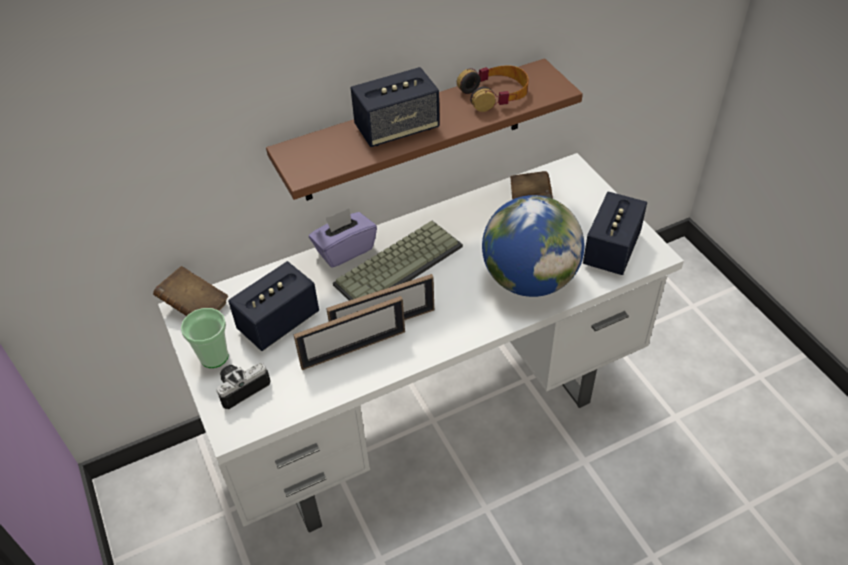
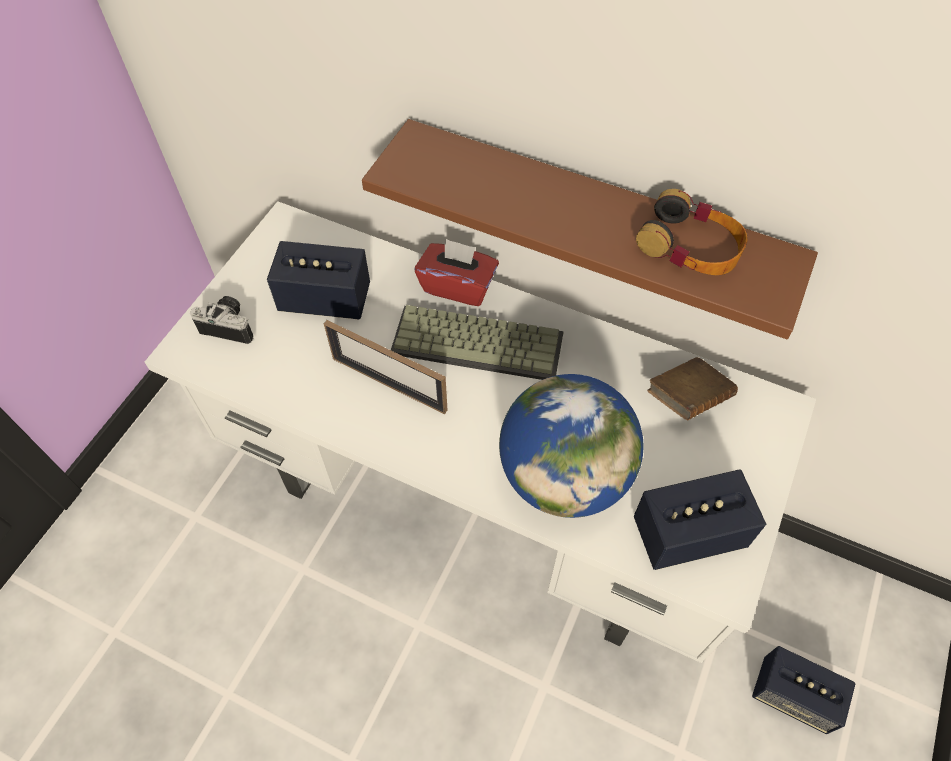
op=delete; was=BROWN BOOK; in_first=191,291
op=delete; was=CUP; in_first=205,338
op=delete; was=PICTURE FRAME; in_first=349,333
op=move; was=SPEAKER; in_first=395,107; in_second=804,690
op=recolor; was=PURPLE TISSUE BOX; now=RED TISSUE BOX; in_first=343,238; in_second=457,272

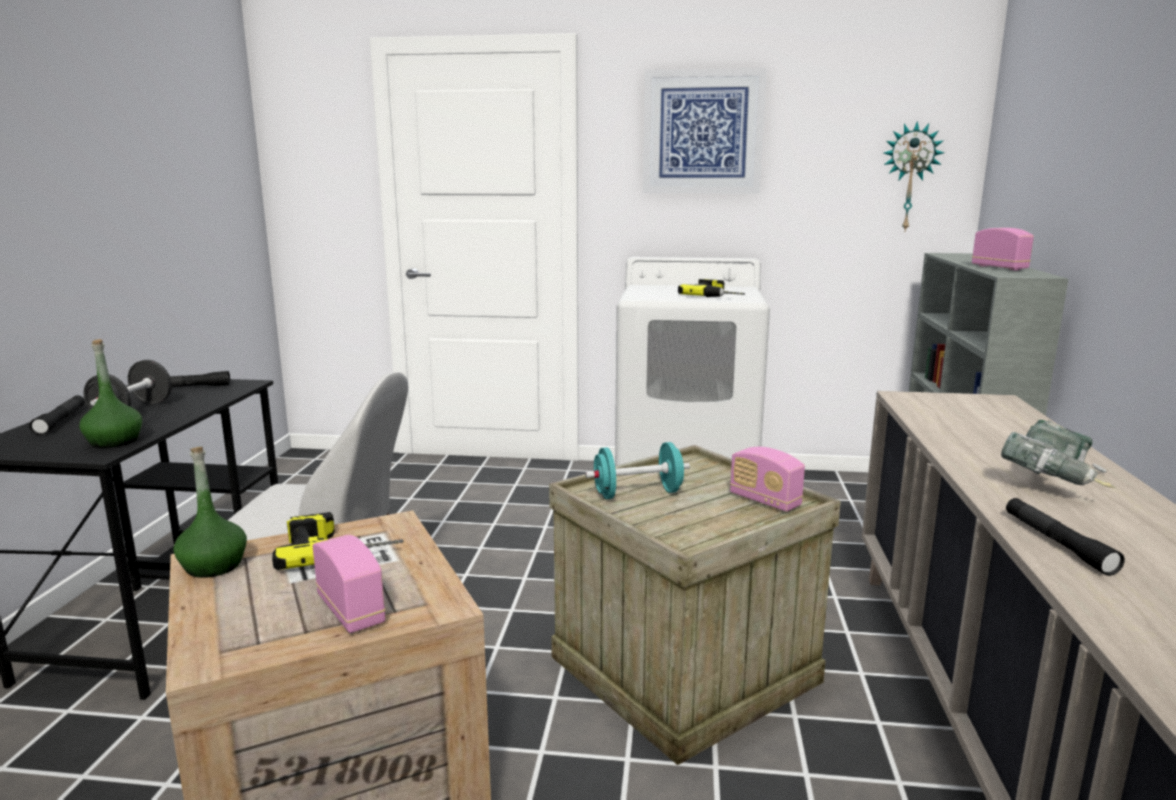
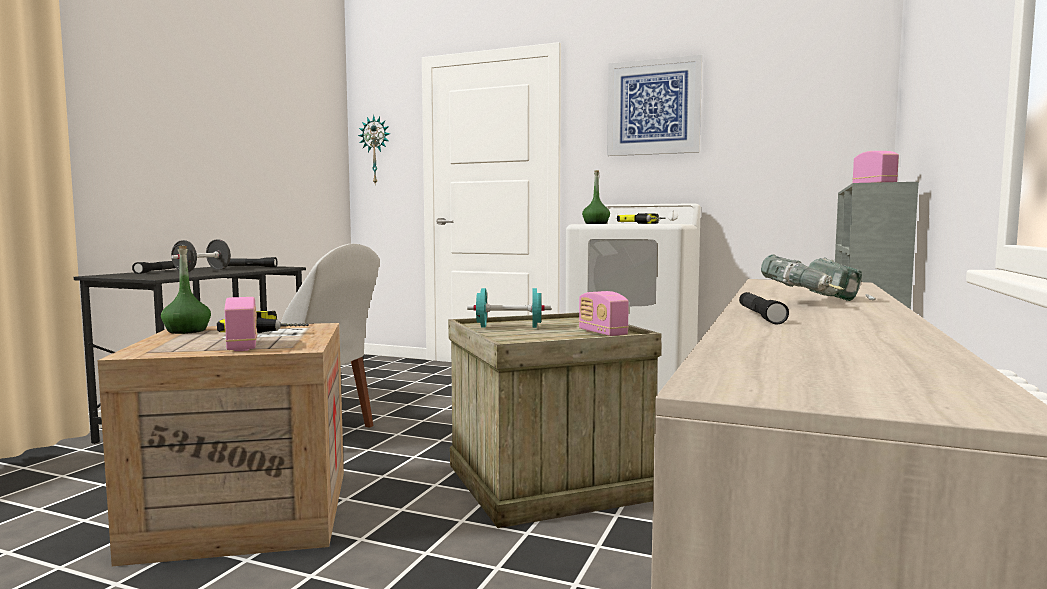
op=move; was=GREEN BOTTLE; in_first=110,393; in_second=596,197
op=move; was=WALL CLOCK; in_first=914,176; in_second=374,149

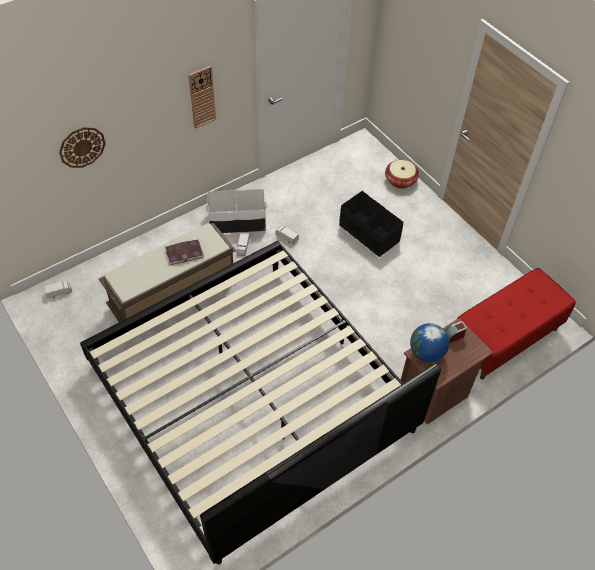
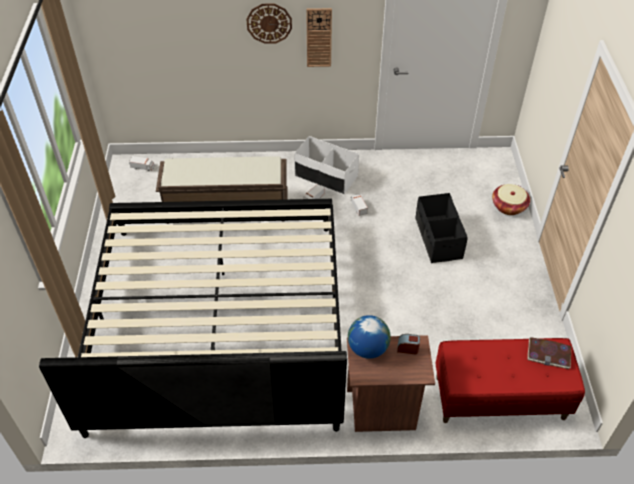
op=move; was=WALL CLOCK; in_first=82,147; in_second=269,23
op=move; was=BOOK; in_first=184,252; in_second=549,353

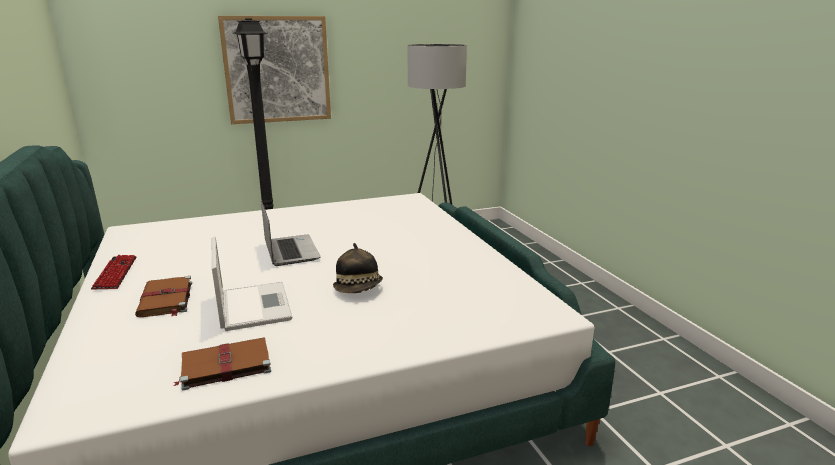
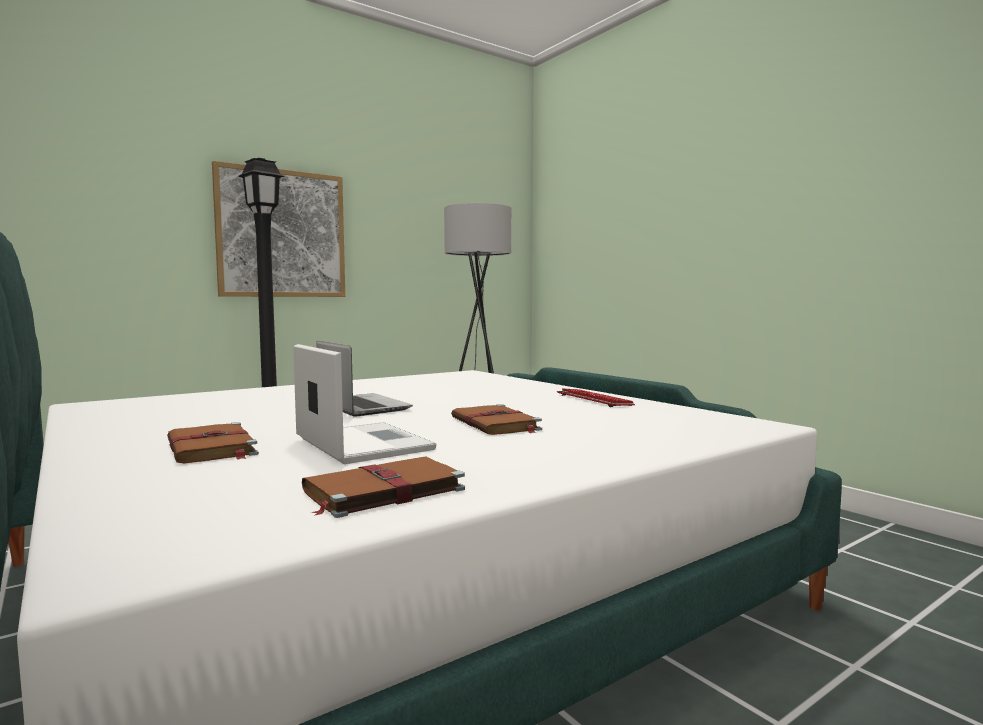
op=move; was=KEYBOARD; in_first=114,272; in_second=596,397
op=replace; was=HAT; now=BROWN BOOK; in_first=358,268; in_second=496,419

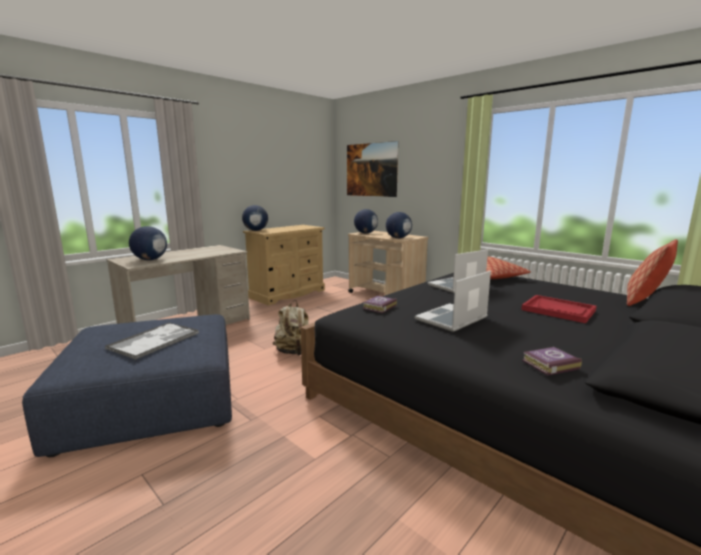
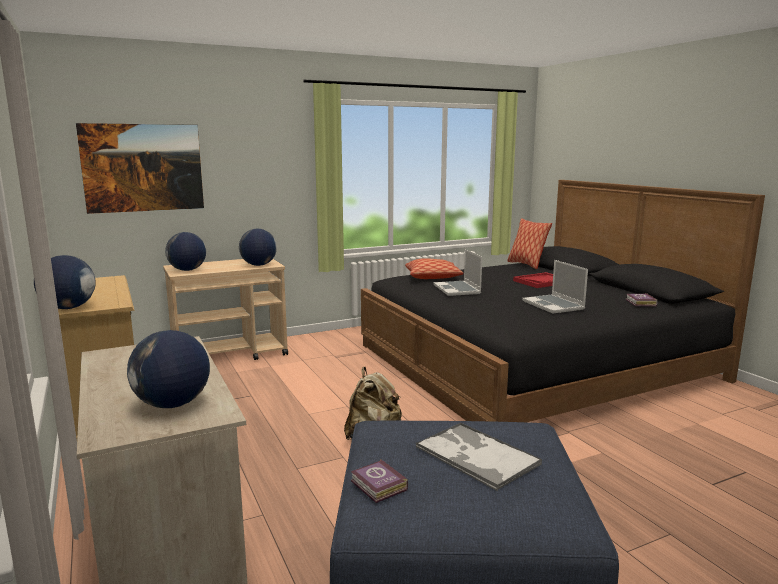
op=move; was=BOOK; in_first=379,304; in_second=379,481

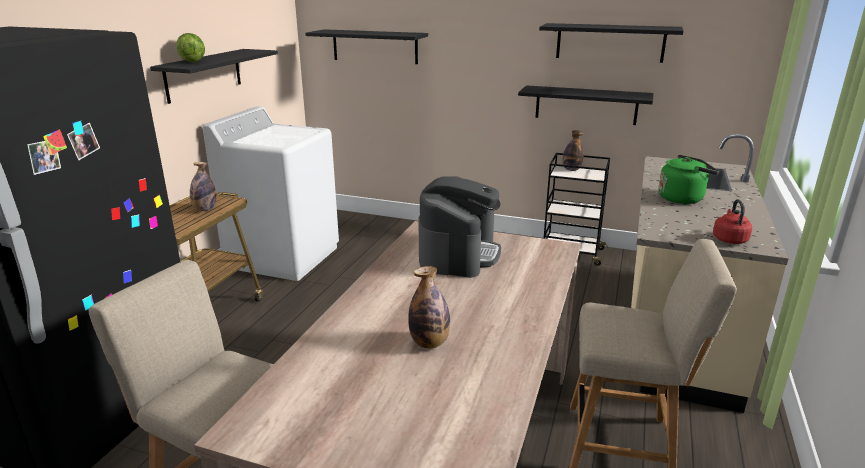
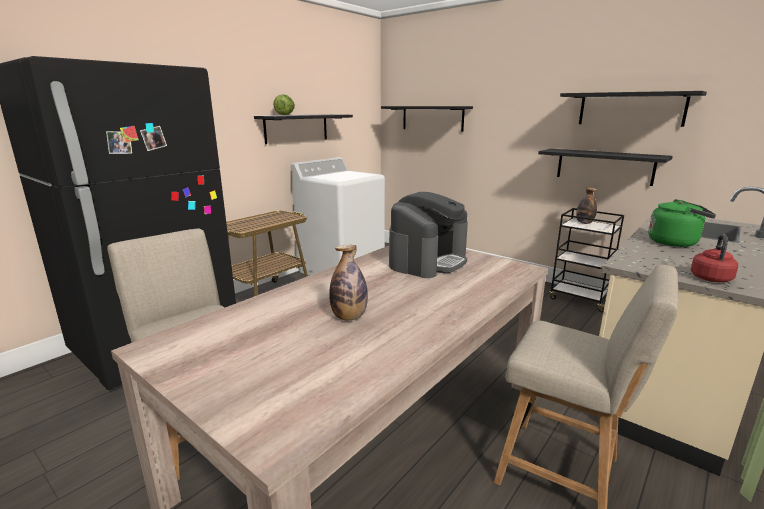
op=delete; was=BOTTLE; in_first=203,186

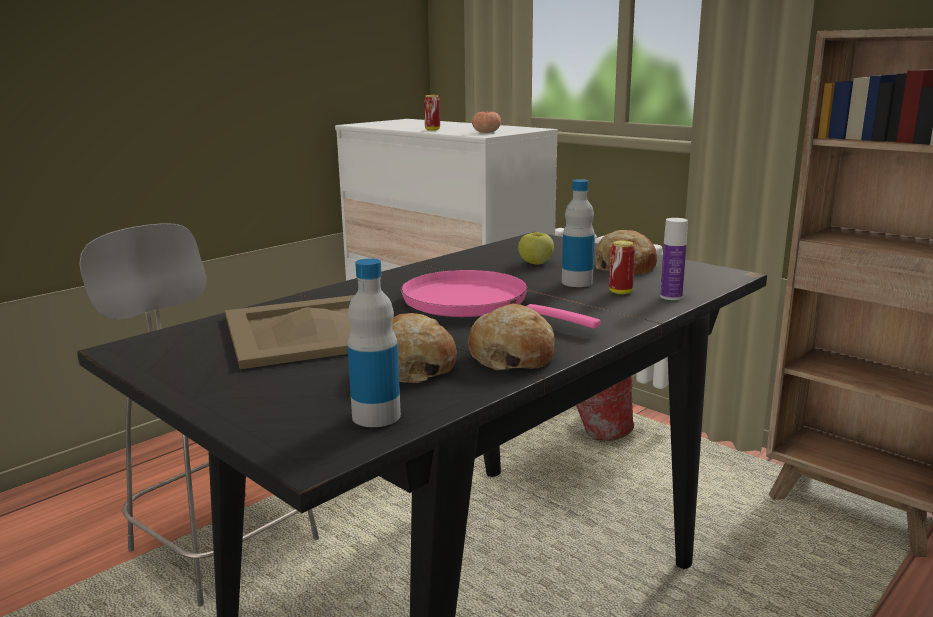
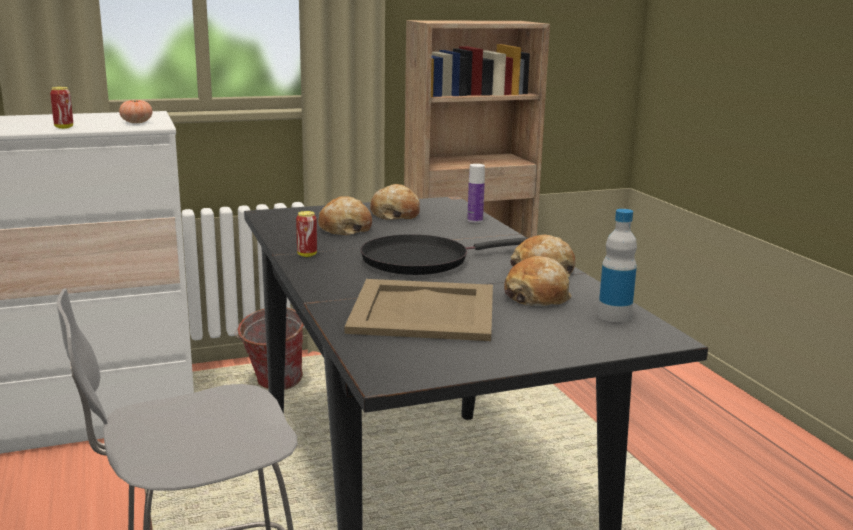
op=delete; was=BOTTLE; in_first=578,233
op=move; was=CAN; in_first=622,267; in_second=306,234
op=replace; was=APPLE; now=BREAD; in_first=536,248; in_second=345,215
op=recolor; was=PINK FRYING PAN; now=BLACK FRYING PAN; in_first=501,299; in_second=444,254

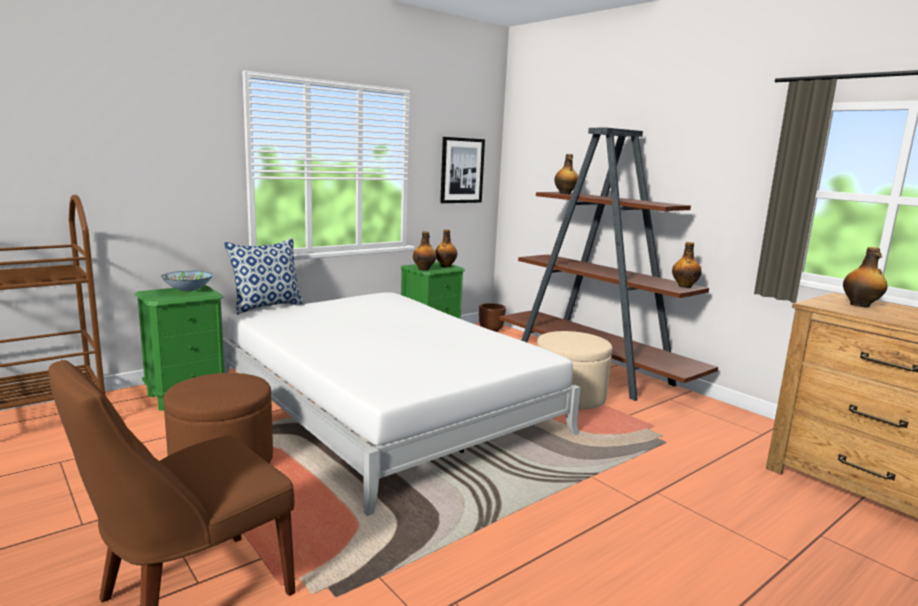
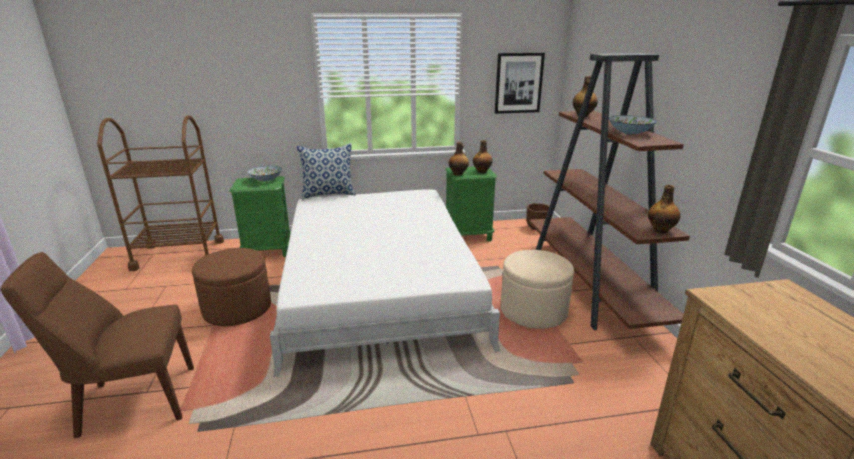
op=delete; was=BOTTLE; in_first=865,277
op=insert; now=BOWL; in_second=633,125

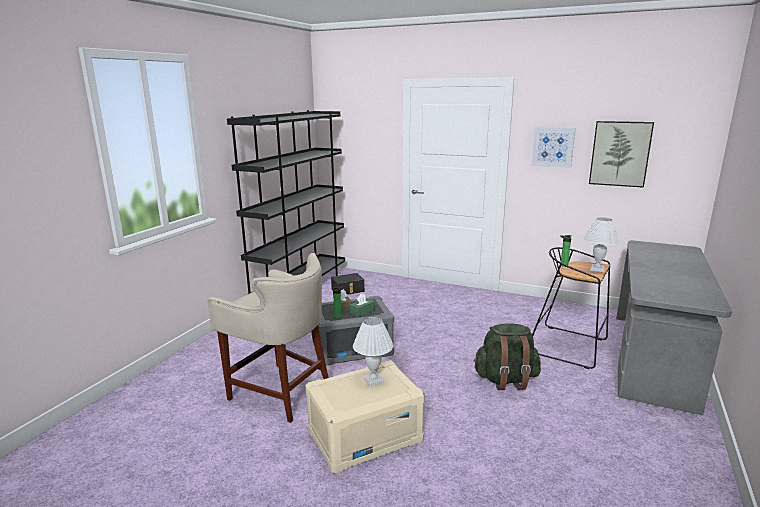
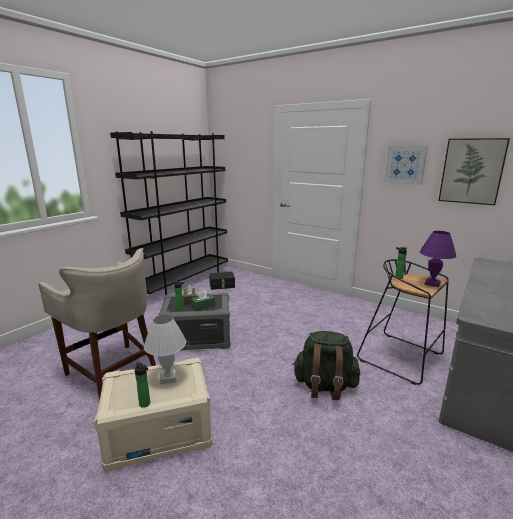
op=insert; now=BOTTLE; in_second=142,385
op=recolor; was=WHITE TABLE LAMP; now=PURPLE TABLE LAMP; in_first=601,244; in_second=438,259

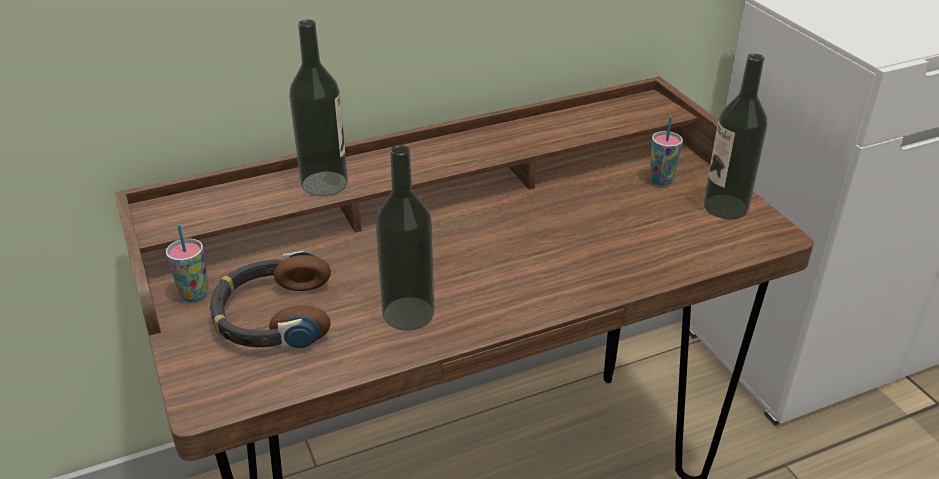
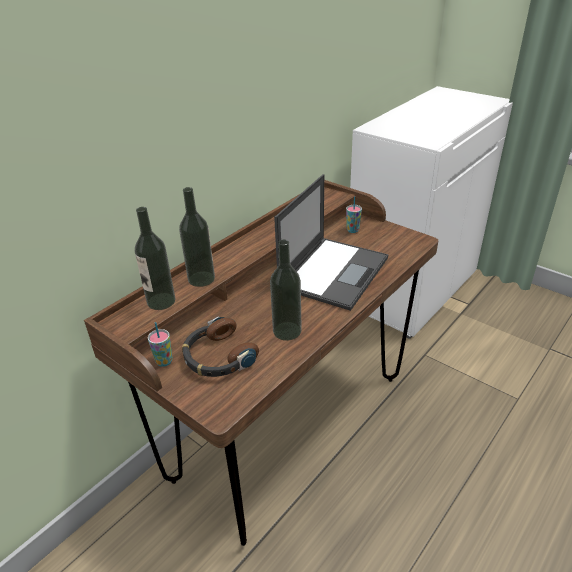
op=insert; now=LAPTOP; in_second=331,242
op=move; was=BOTTLE; in_first=735,137; in_second=155,258

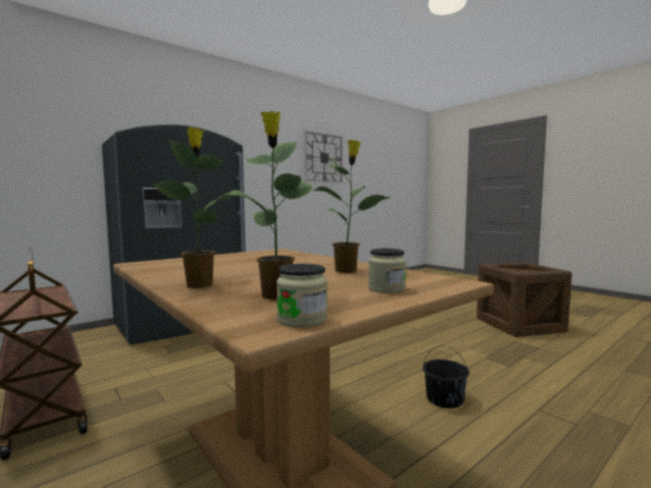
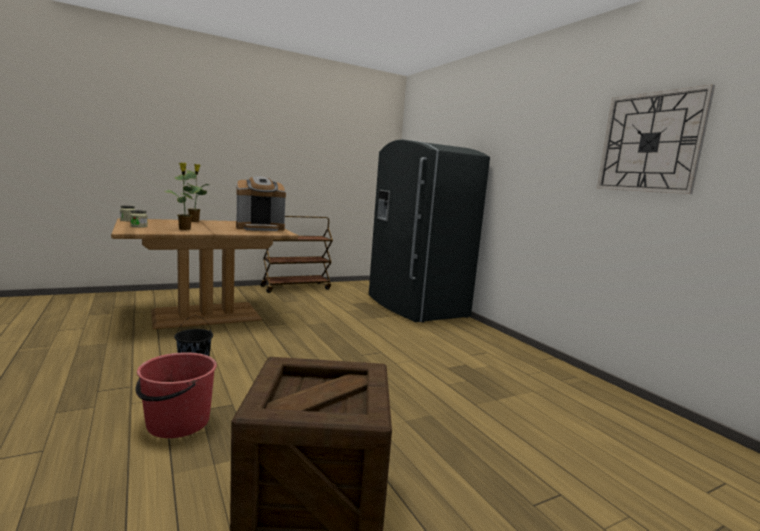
op=delete; was=POTTED PLANT; in_first=269,205
op=insert; now=RED BUCKET; in_second=176,395
op=insert; now=COFFEE MACHINE; in_second=261,203

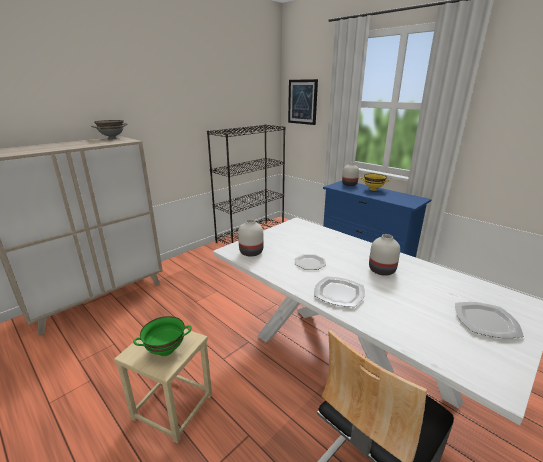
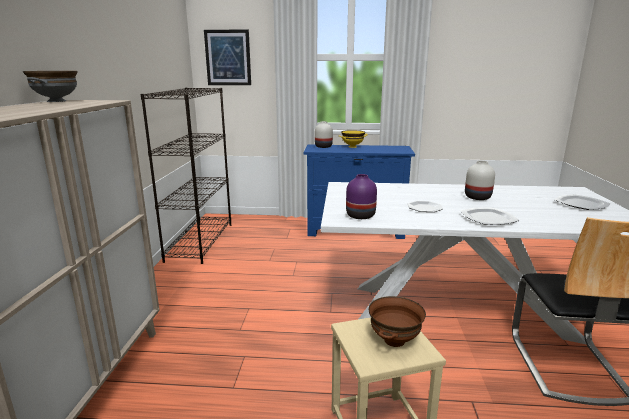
op=recolor; was=GREEN BOWL; now=BROWN BOWL; in_first=162,336; in_second=397,321
op=recolor; was=WHITE VASE; now=PURPLE VASE; in_first=251,238; in_second=361,196

